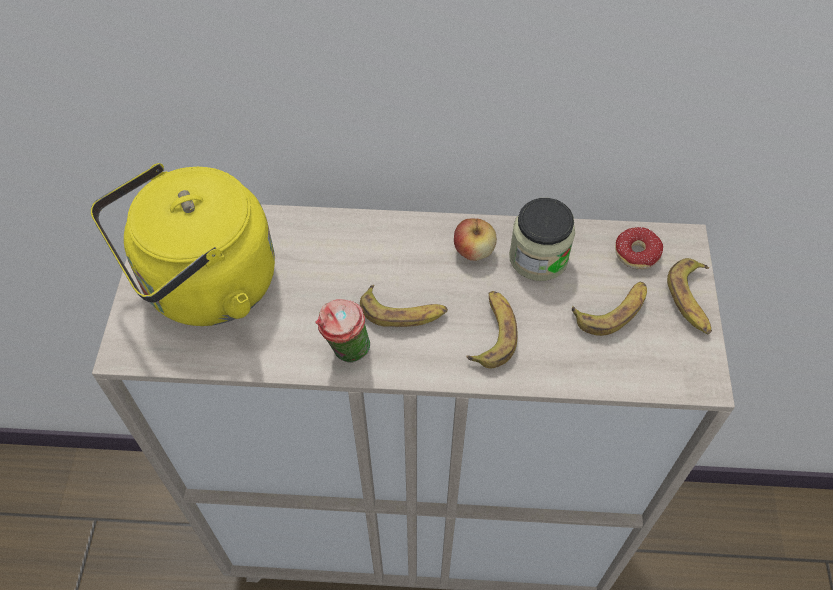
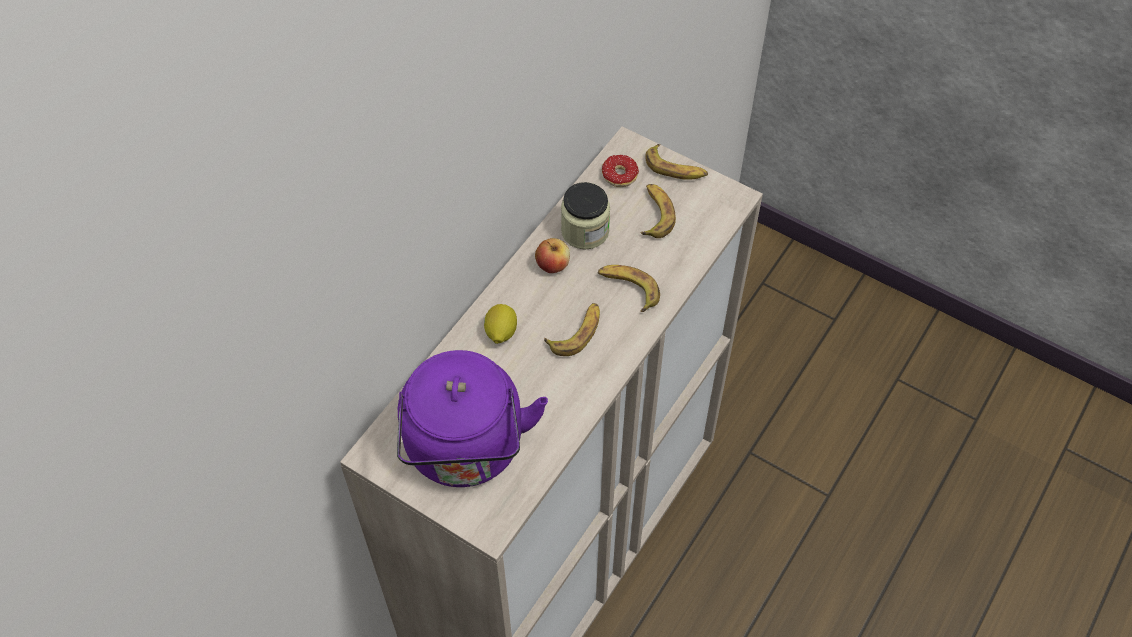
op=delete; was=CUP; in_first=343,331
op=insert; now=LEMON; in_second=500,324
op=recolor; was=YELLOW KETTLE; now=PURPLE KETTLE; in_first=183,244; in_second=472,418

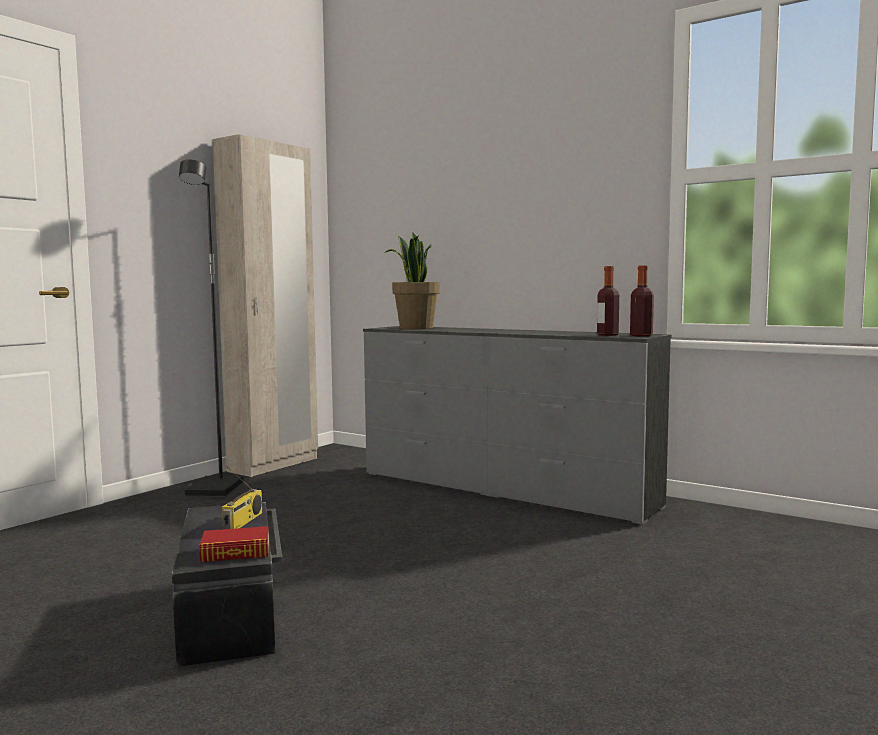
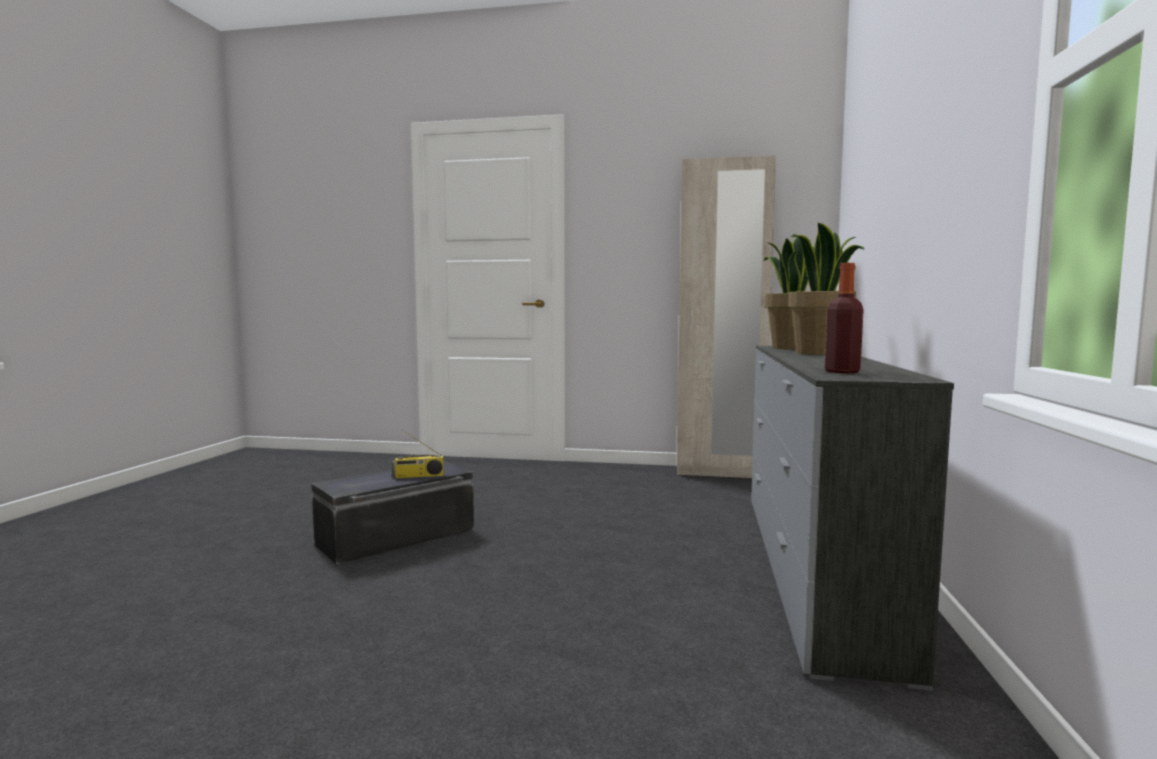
op=delete; was=BLACK FLOOR LAMP; in_first=211,328
op=delete; was=BOOK; in_first=234,544
op=delete; was=BOTTLE; in_first=642,301
op=insert; now=POTTED PLANT; in_second=826,289

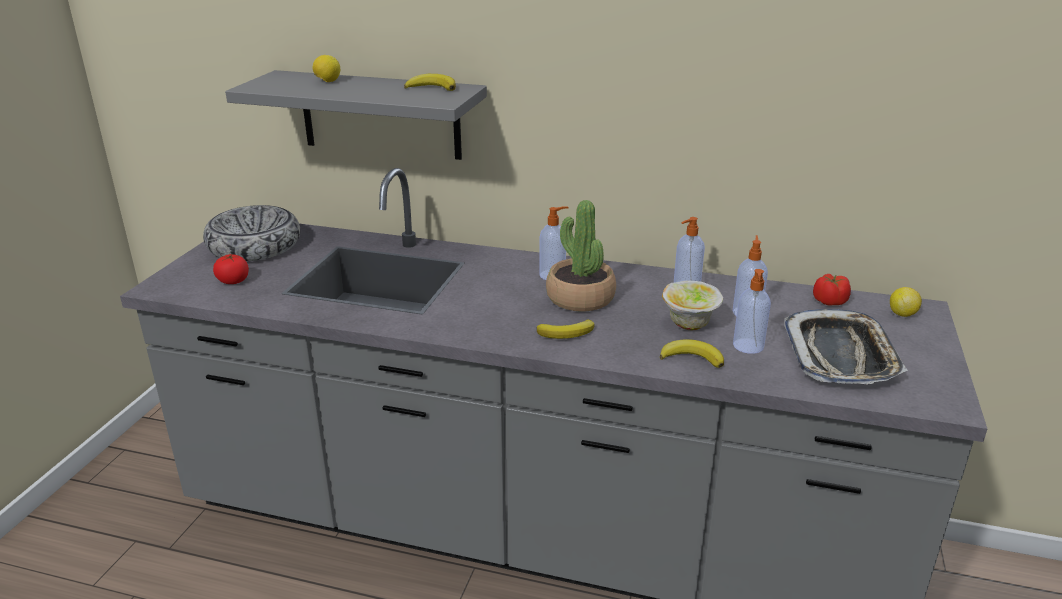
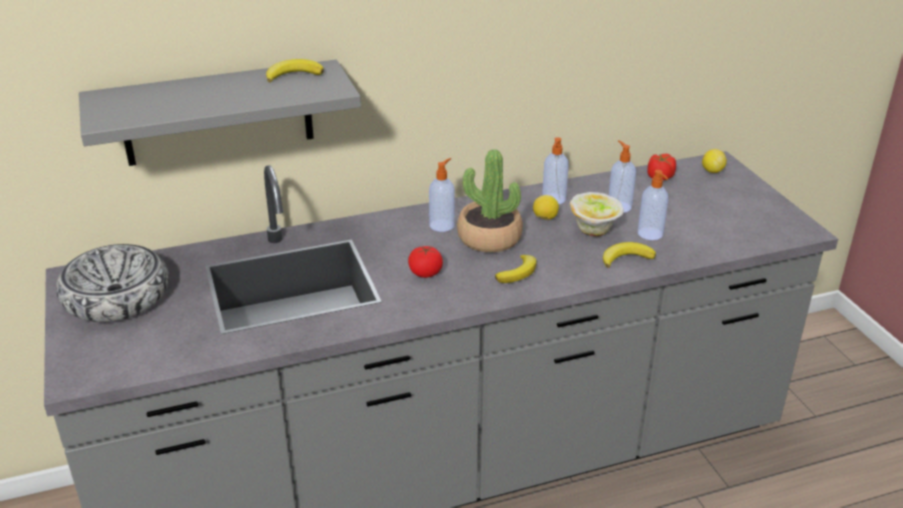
op=delete; was=TRAY; in_first=846,346
op=move; was=TOMATO; in_first=231,269; in_second=425,262
op=move; was=LEMON; in_first=326,68; in_second=546,207

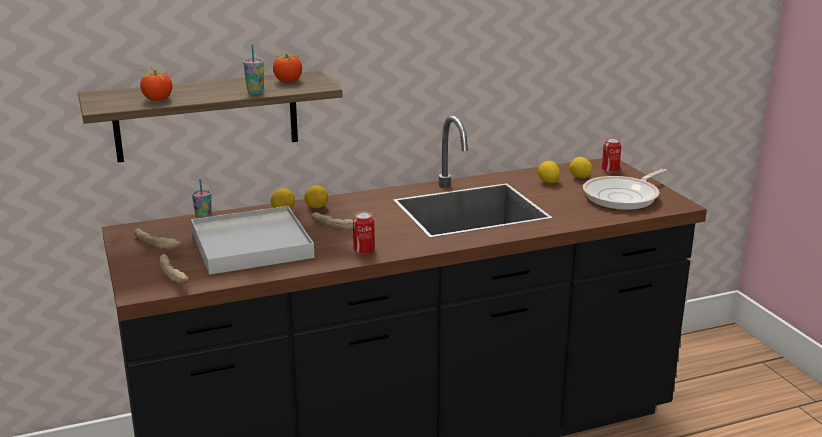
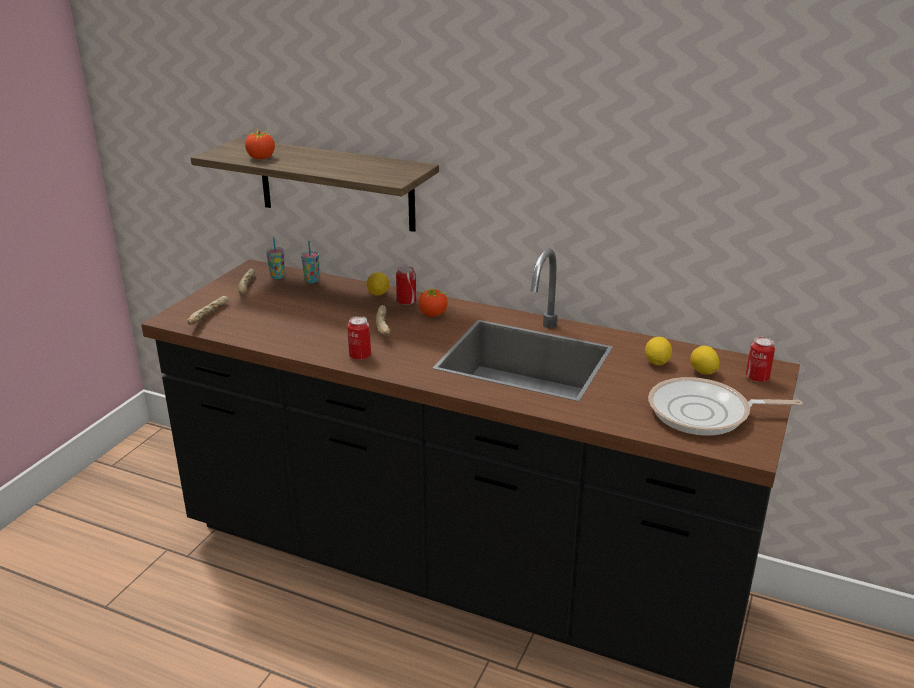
op=delete; was=WHITE TRAY; in_first=252,240
op=move; was=CUP; in_first=253,69; in_second=275,258
op=move; was=TOMATO; in_first=287,67; in_second=433,302
op=replace; was=LEMON; now=CAN; in_first=316,196; in_second=406,285

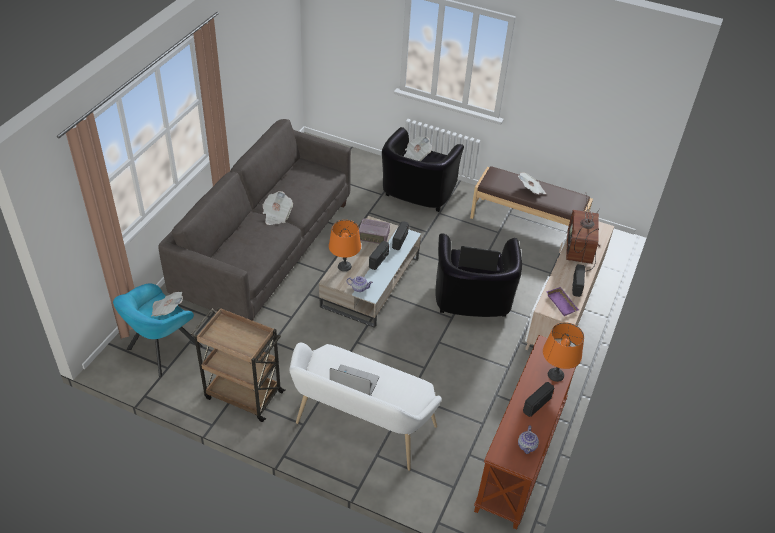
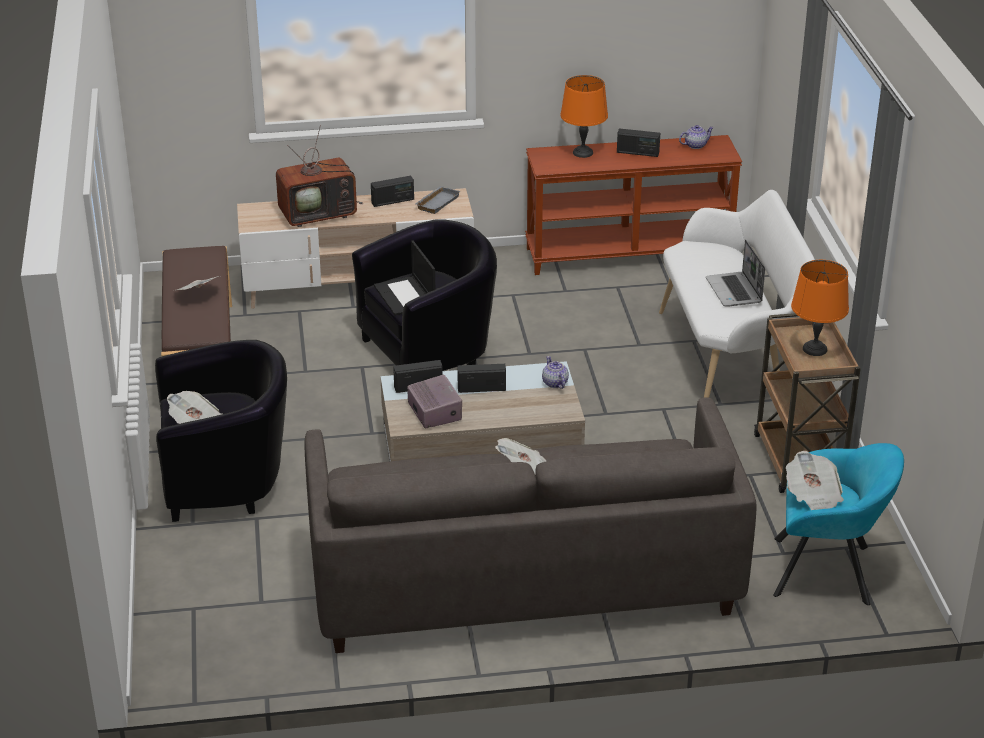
op=move; was=ORANGE TABLE LAMP; in_first=345,246; in_second=820,308
op=recolor; was=PURPLE TRAY; now=GREY TRAY; in_first=562,301; in_second=438,200

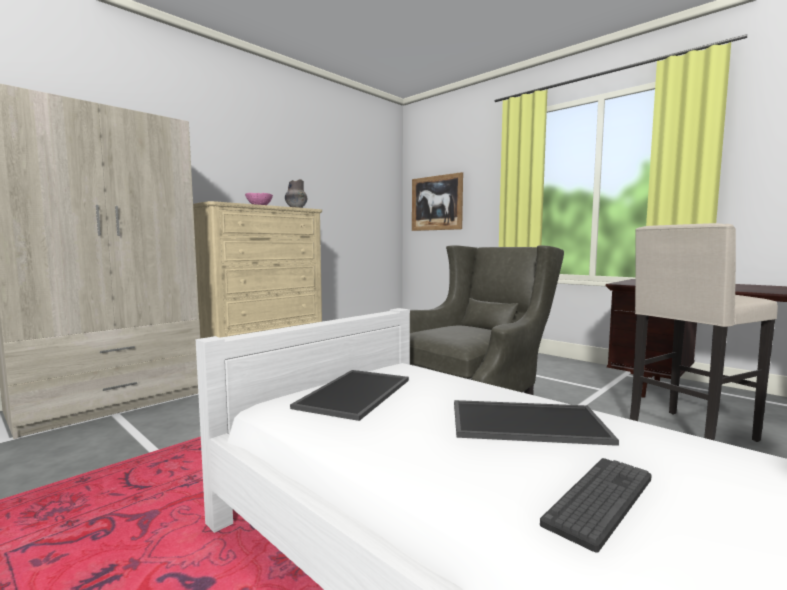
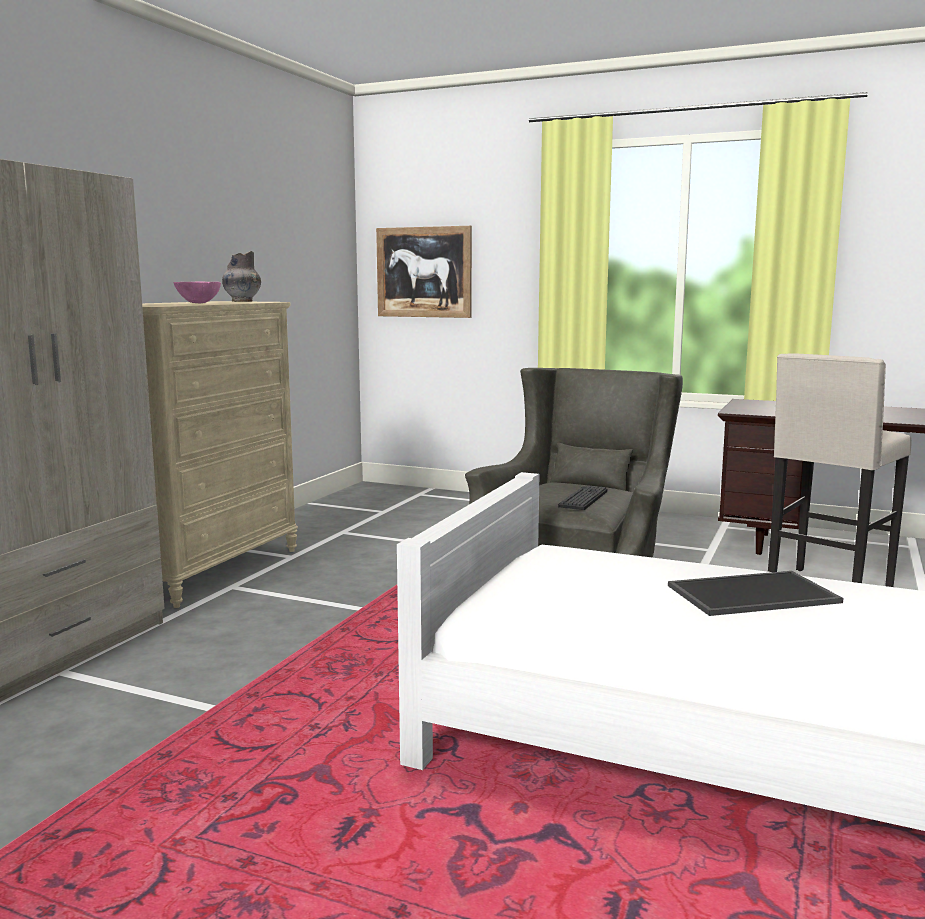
op=delete; was=TRAY; in_first=349,395
op=move; was=KEYBOARD; in_first=596,505; in_second=582,498

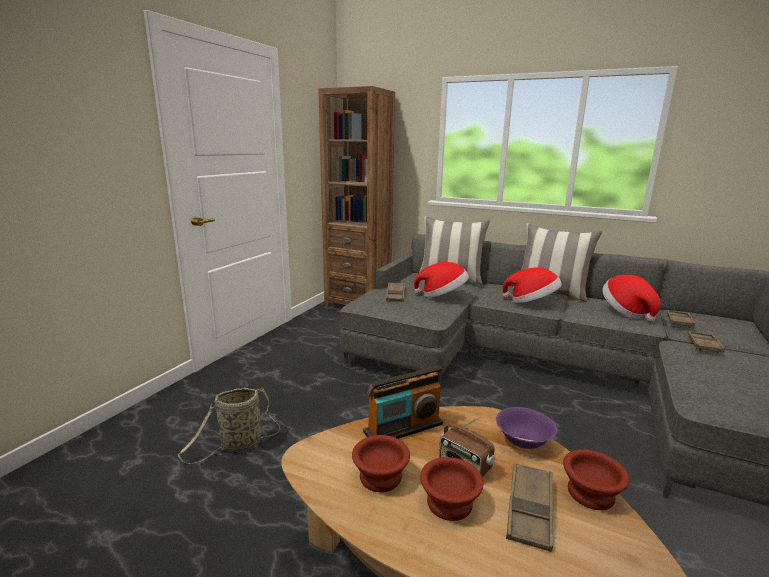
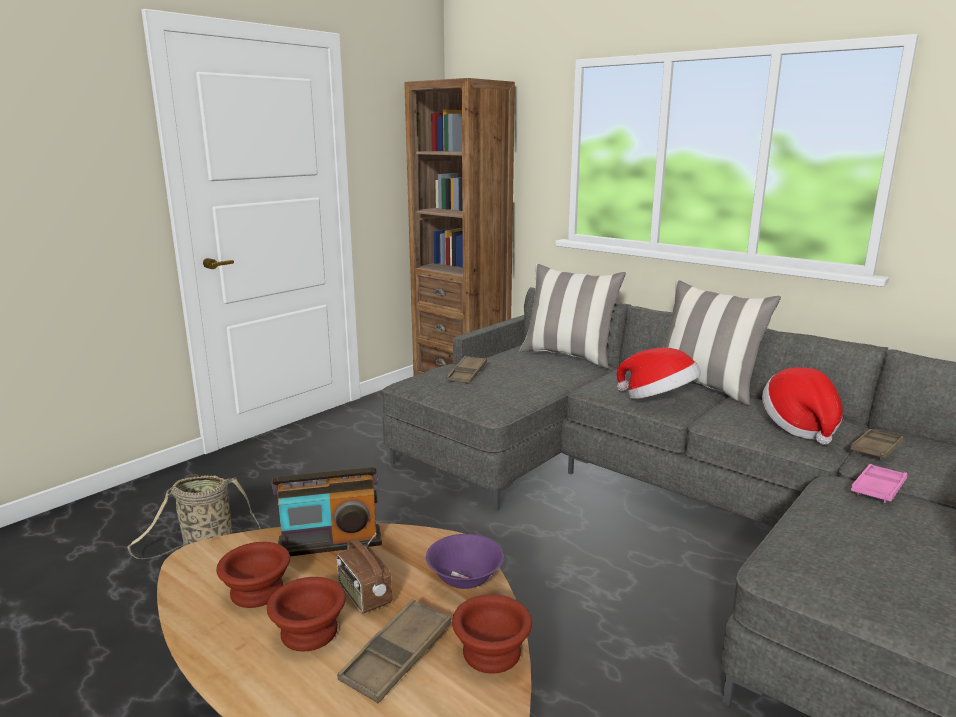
op=delete; was=HAT; in_first=441,280
op=recolor; was=BROWN TRAY; now=PINK TRAY; in_first=706,342; in_second=879,483

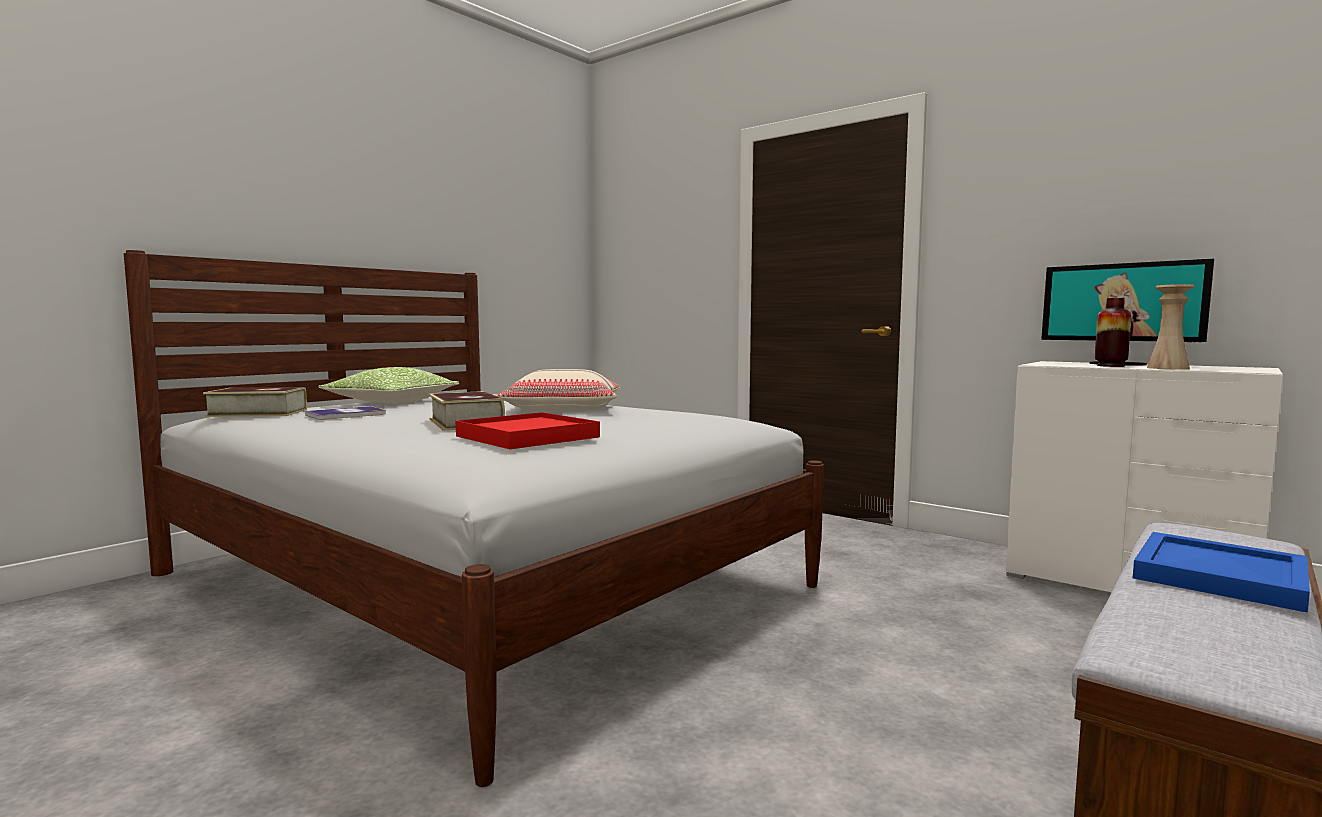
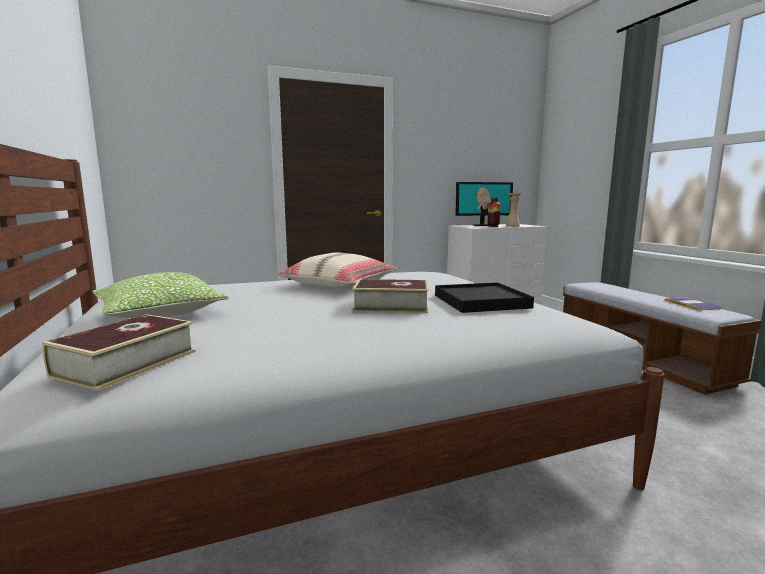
op=delete; was=BLUE TRAY; in_first=1221,572
op=move; was=BOOK; in_first=345,413; in_second=693,303
op=recolor; was=RED TRAY; now=BLACK TRAY; in_first=528,430; in_second=484,297

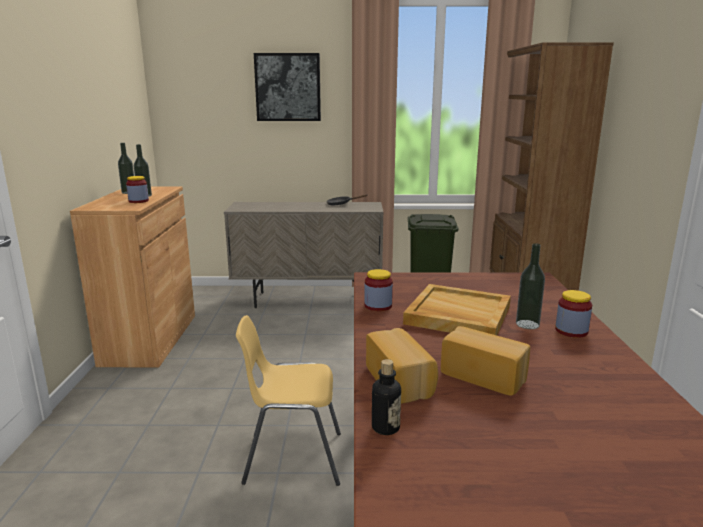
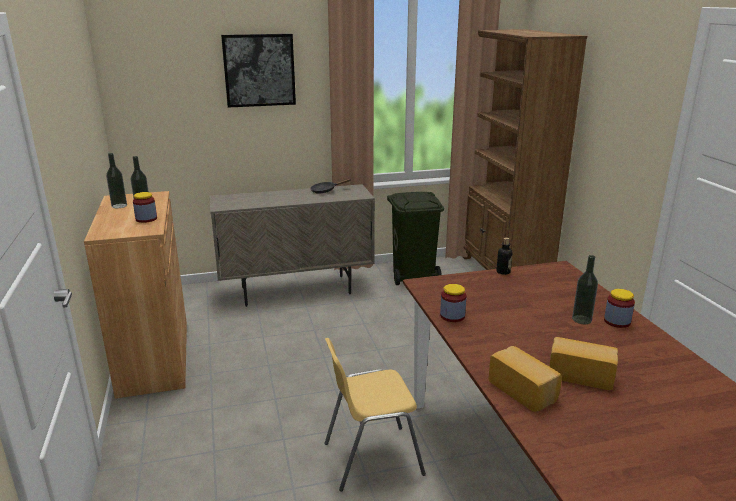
op=delete; was=BEIGE TRAY; in_first=457,309
op=move; was=BOTTLE; in_first=386,397; in_second=504,256

